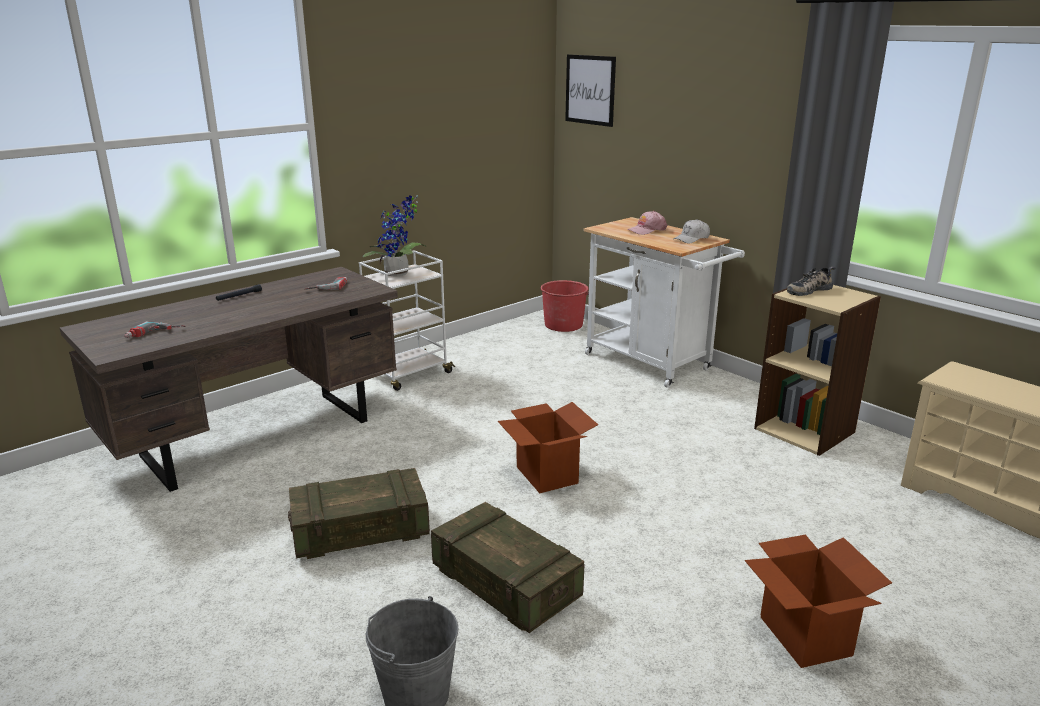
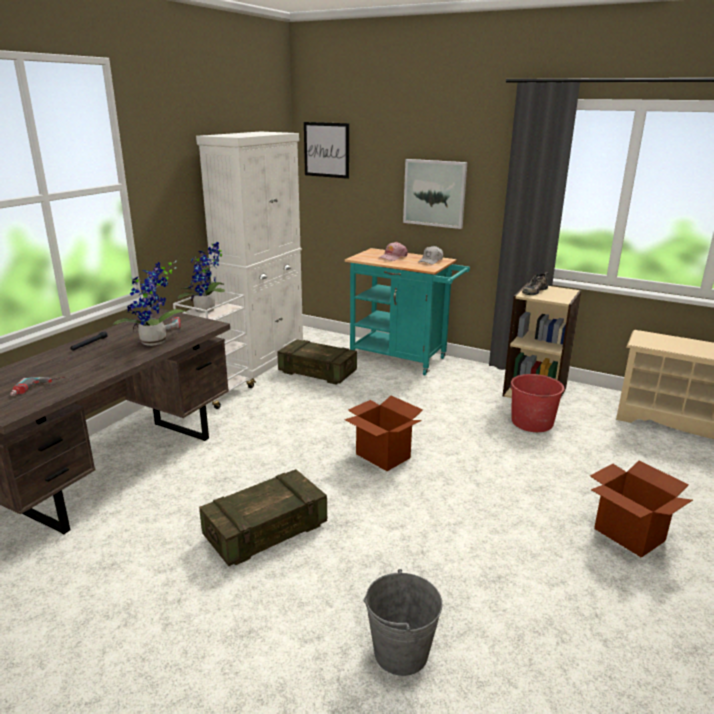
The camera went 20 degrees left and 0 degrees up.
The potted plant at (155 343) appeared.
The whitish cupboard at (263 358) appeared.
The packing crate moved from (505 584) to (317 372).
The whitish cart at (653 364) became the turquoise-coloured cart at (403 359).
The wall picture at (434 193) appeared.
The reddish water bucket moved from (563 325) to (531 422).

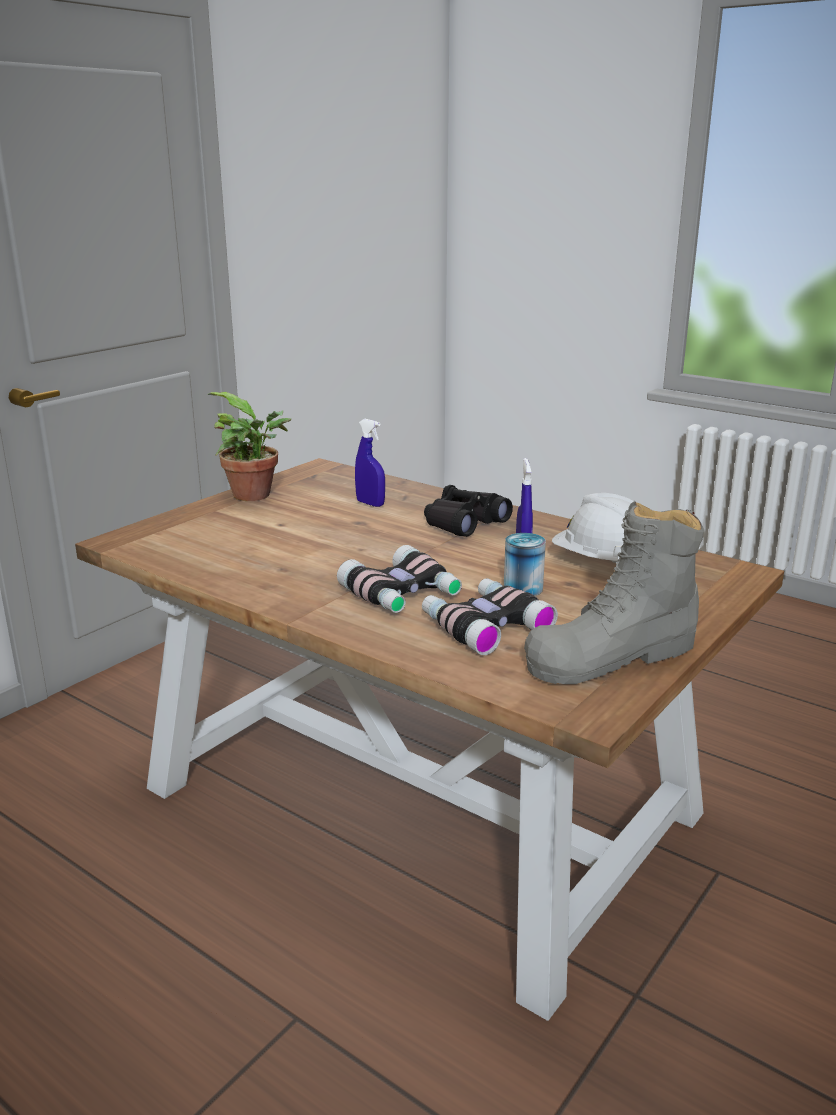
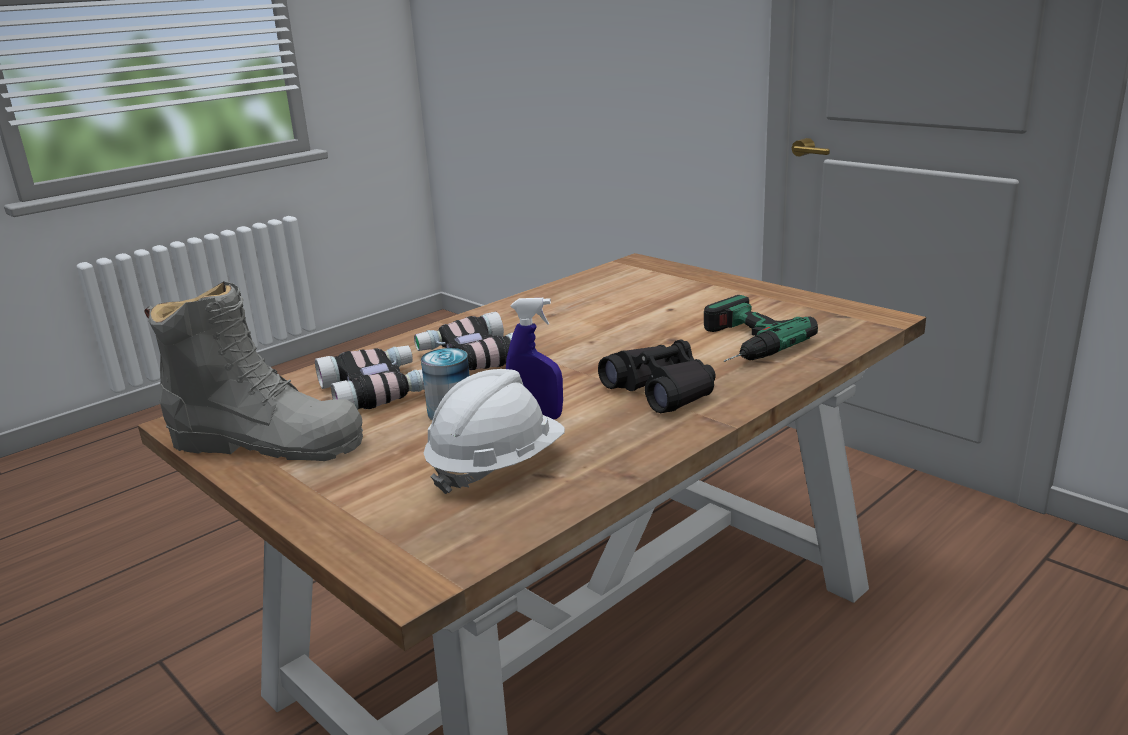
The camera went 100 degrees right and 0 degrees up.
The gray high-top boot at (612 656) turned 120 degrees clockwise.
The bluish hand sprayer at (370 503) was replaced by the power drill at (737 344).
The potted plant at (256 496) disappeared.

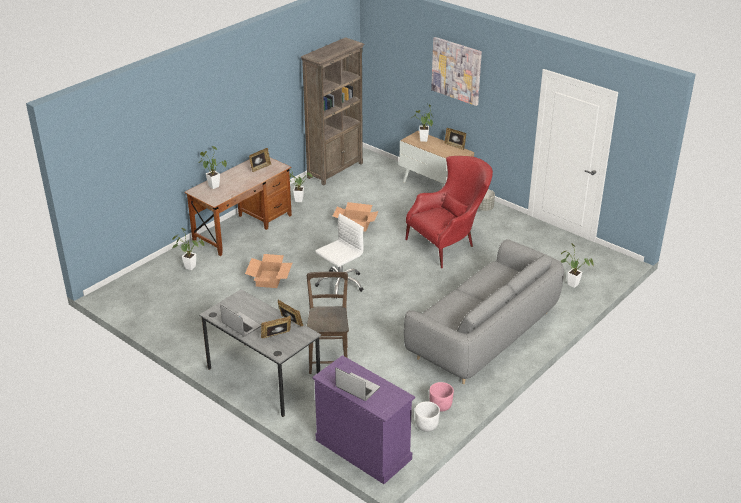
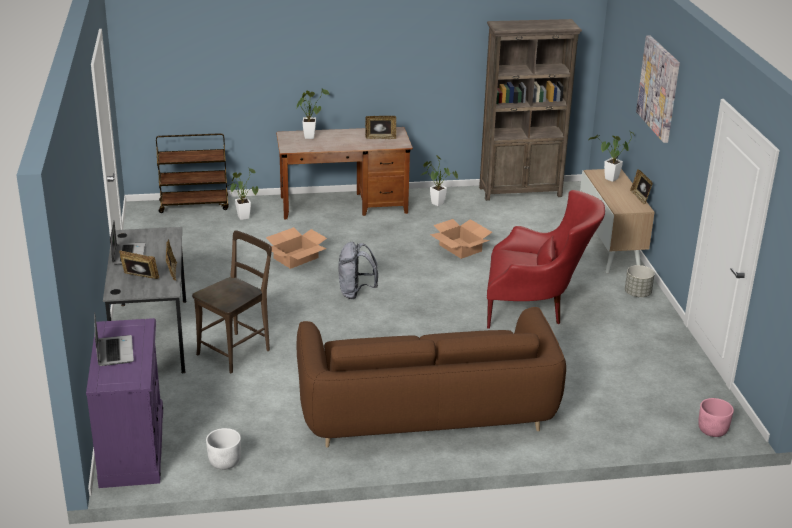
The camera went 40 degrees right and 5 degrees down.
The brown cart at (194 205) appeared.
The gray couch at (484 335) became the brown couch at (426 414).
The whitish desk chair at (340 283) was replaced by the gray backpack at (356 293).
The pink-coloured flower pot moved from (440 406) to (712 430).
The potted plant at (571 283) disappeared.

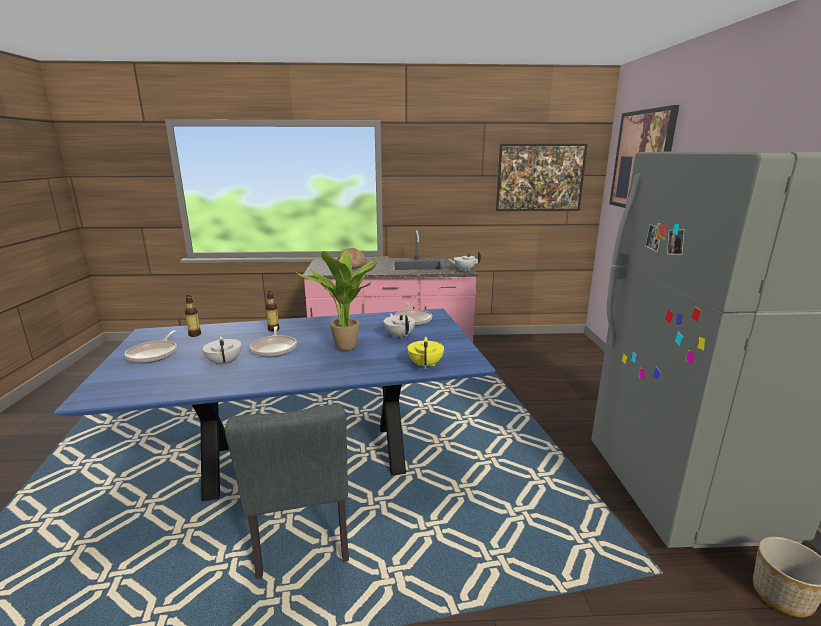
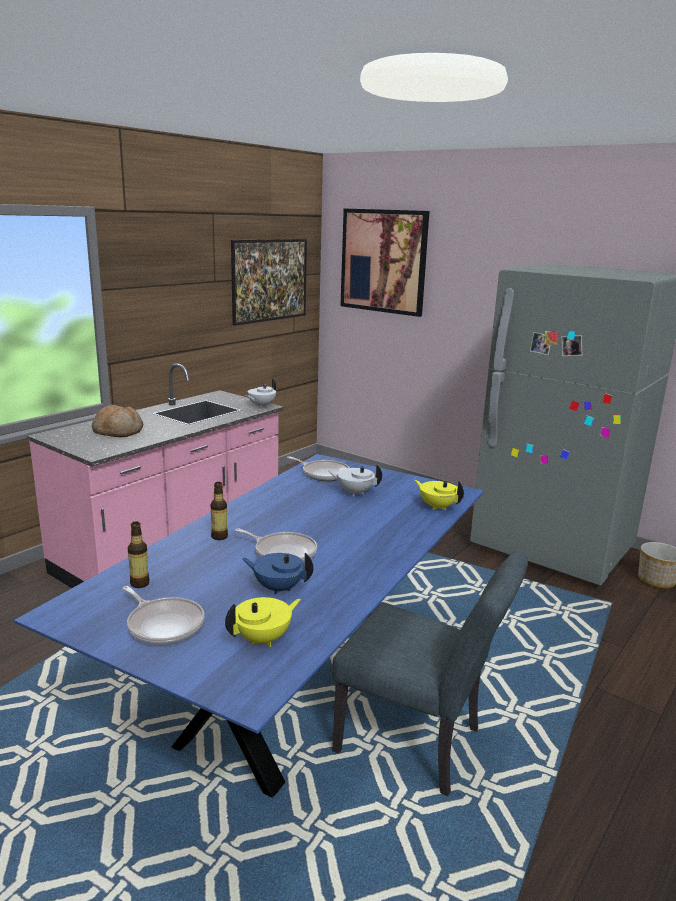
The camera went 50 degrees left and 0 degrees up.
The yellow pot for tea at (263 639) appeared.
The whitish pot for tea at (225 363) became the bluish pot for tea at (278 588).
The potted plant at (349 348) disappeared.

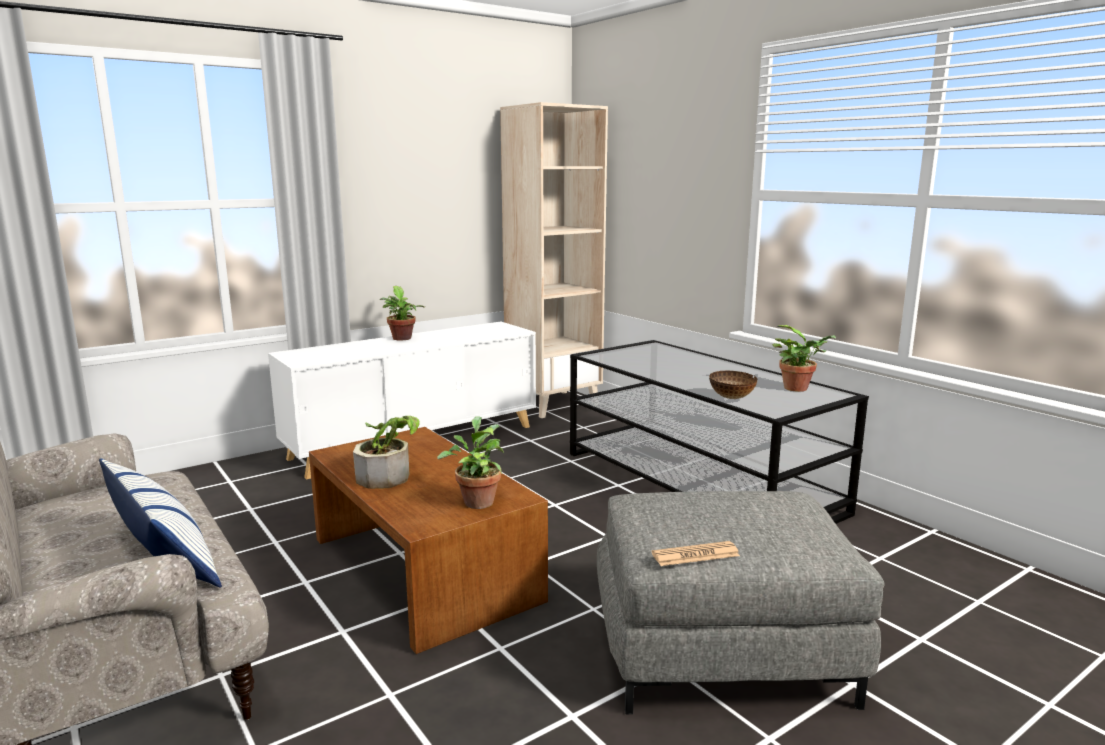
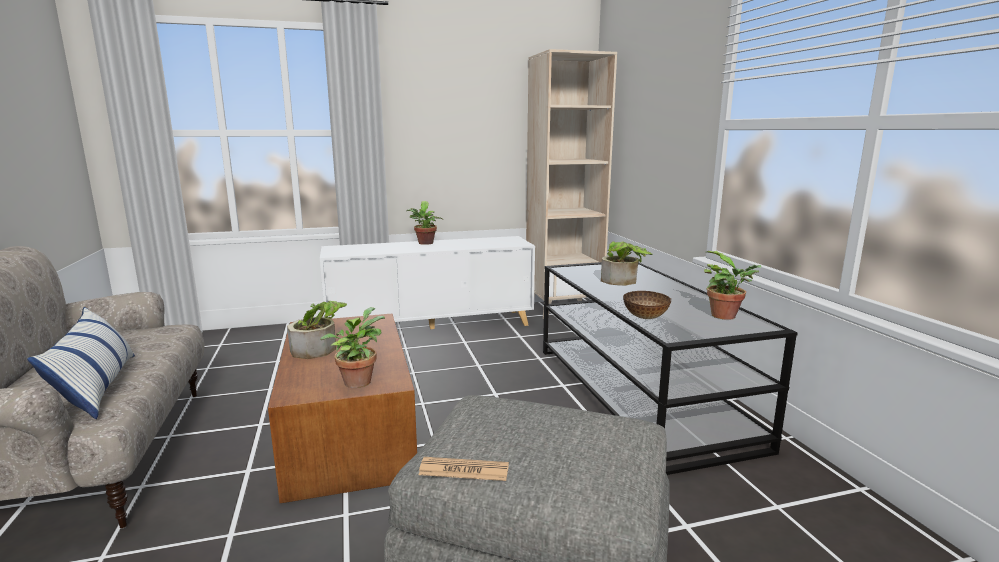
The camera went 20 degrees right and 0 degrees up.
The potted plant at (622 282) appeared.

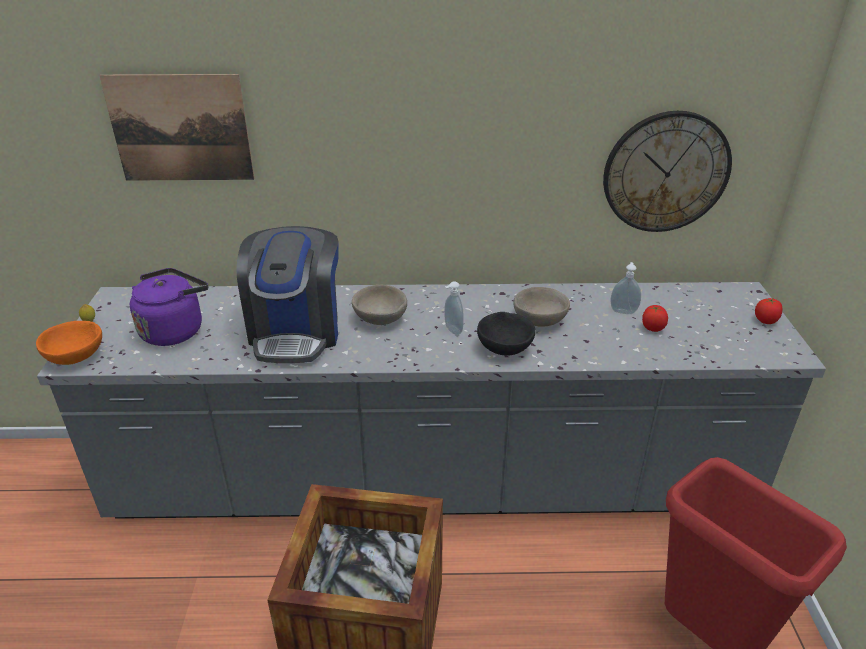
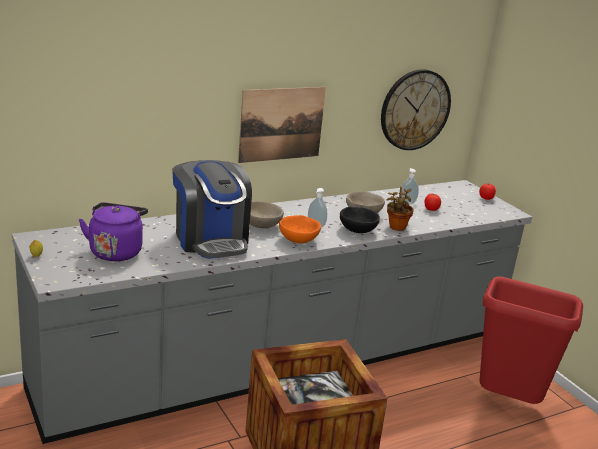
The camera went 30 degrees left and 10 degrees down.
The wall picture moved from (180 128) to (281 124).
The orange-coloured serving bowl moved from (75 357) to (298 240).
The potted plant at (396 228) appeared.

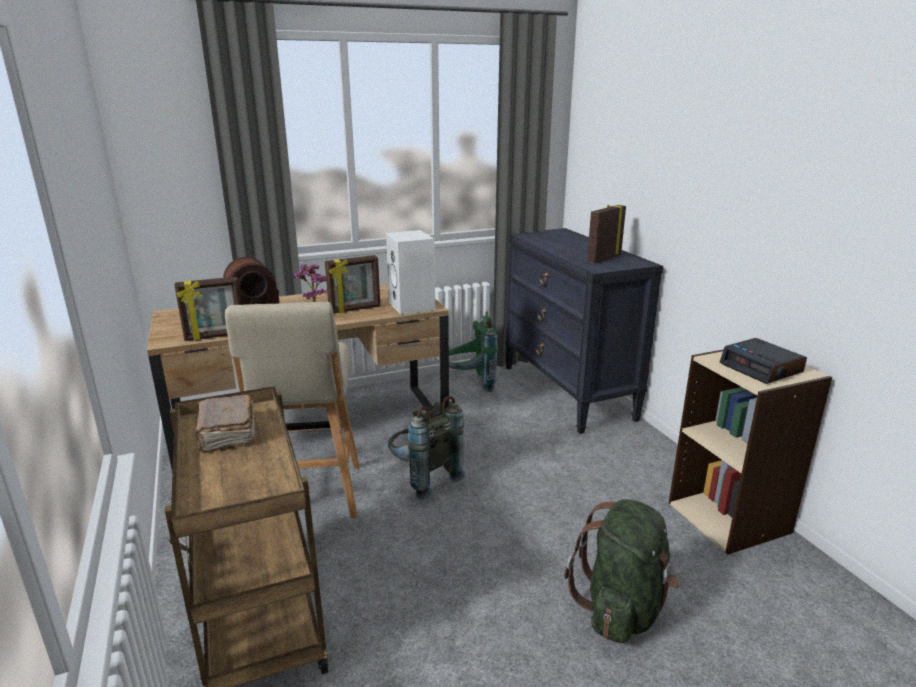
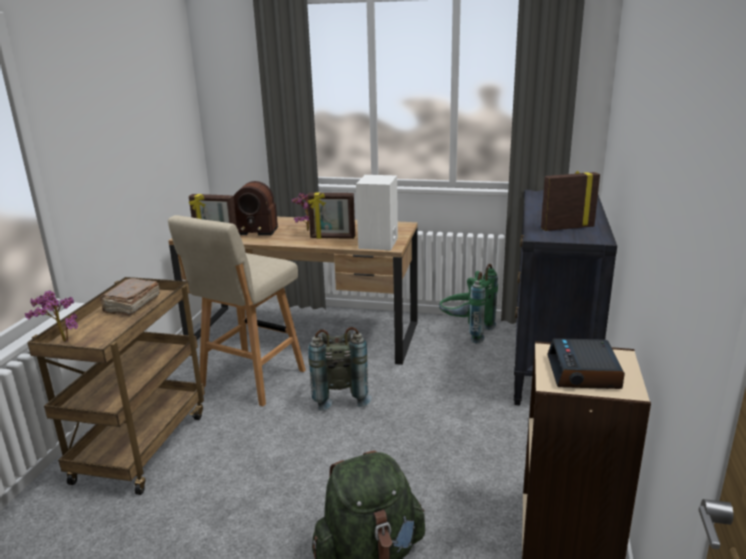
The camera went 35 degrees right and 0 degrees up.
The potted plant at (61 342) appeared.

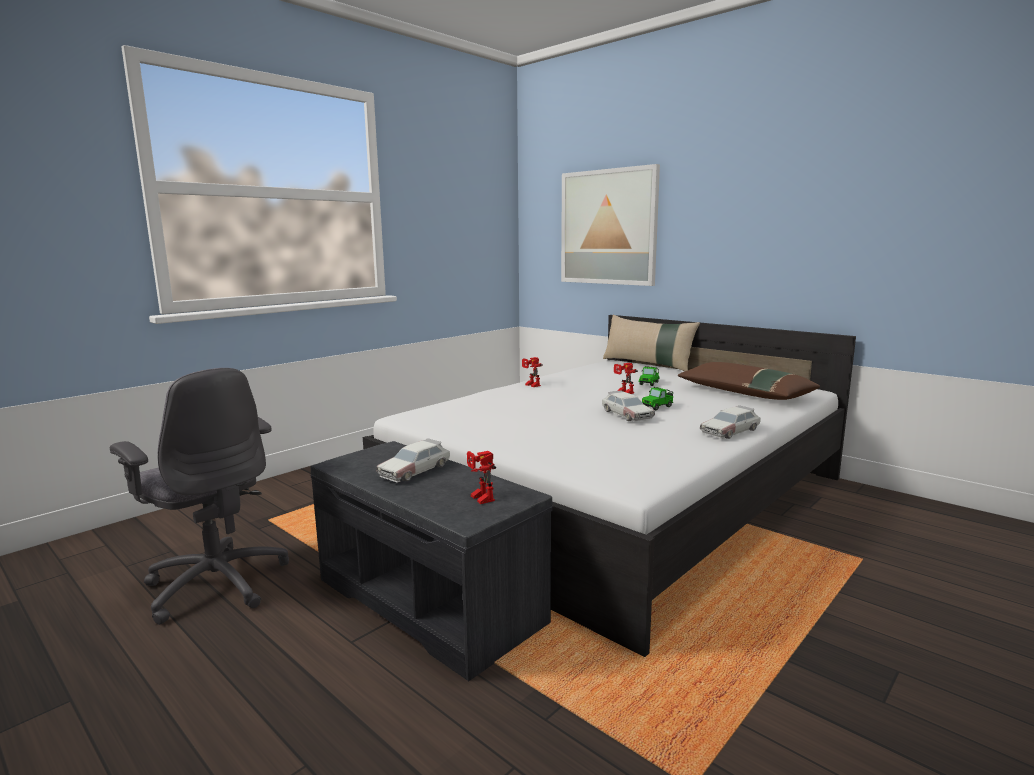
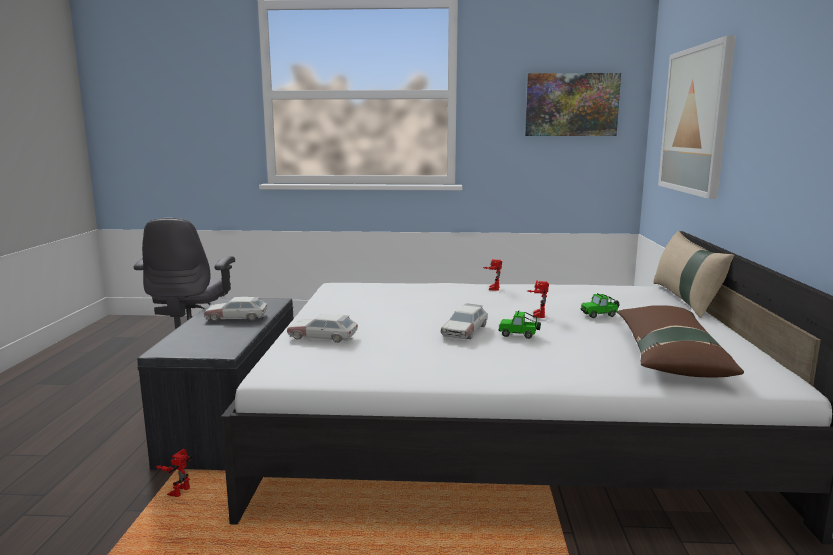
The camera went 50 degrees right and 0 degrees up.
The robot figure moved from (478 498) to (178 491).
The toy car moved from (730 431) to (323 337).
The wall picture at (571 105) appeared.

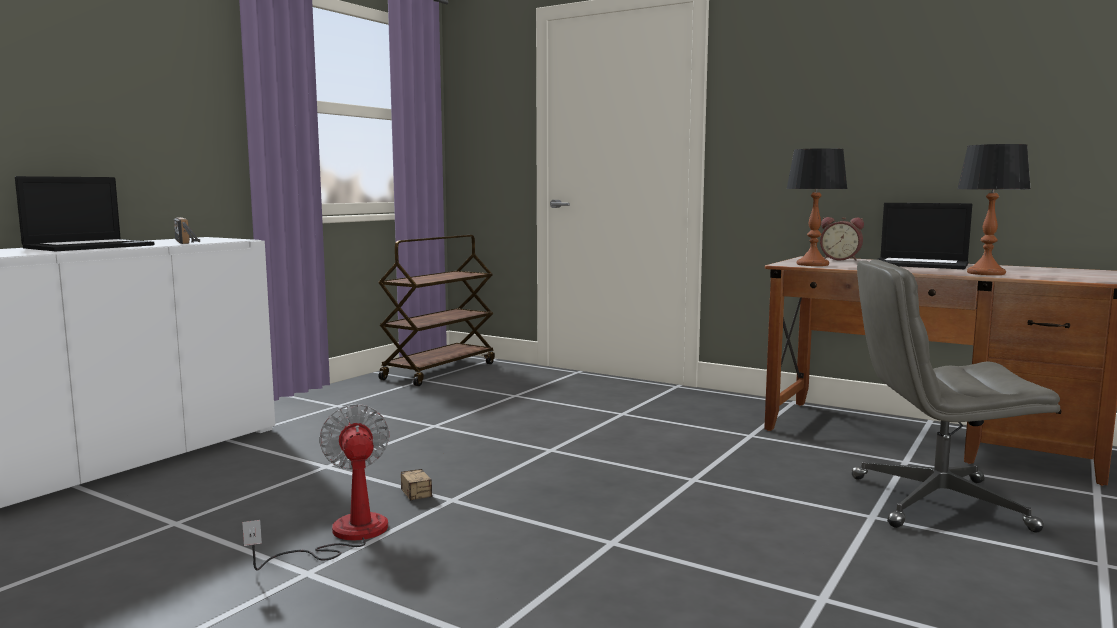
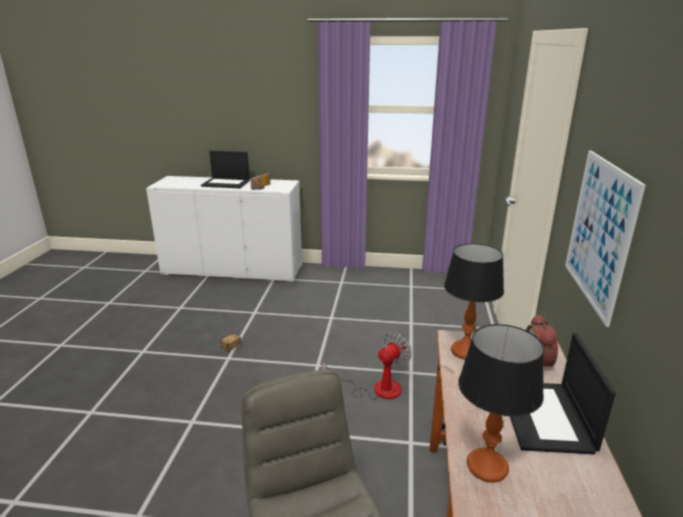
The camera went 65 degrees right and 15 degrees up.
The electric fan moved from (343 536) to (376 389).
The wall picture at (599 232) appeared.
The brown cart at (439 371) disappeared.

